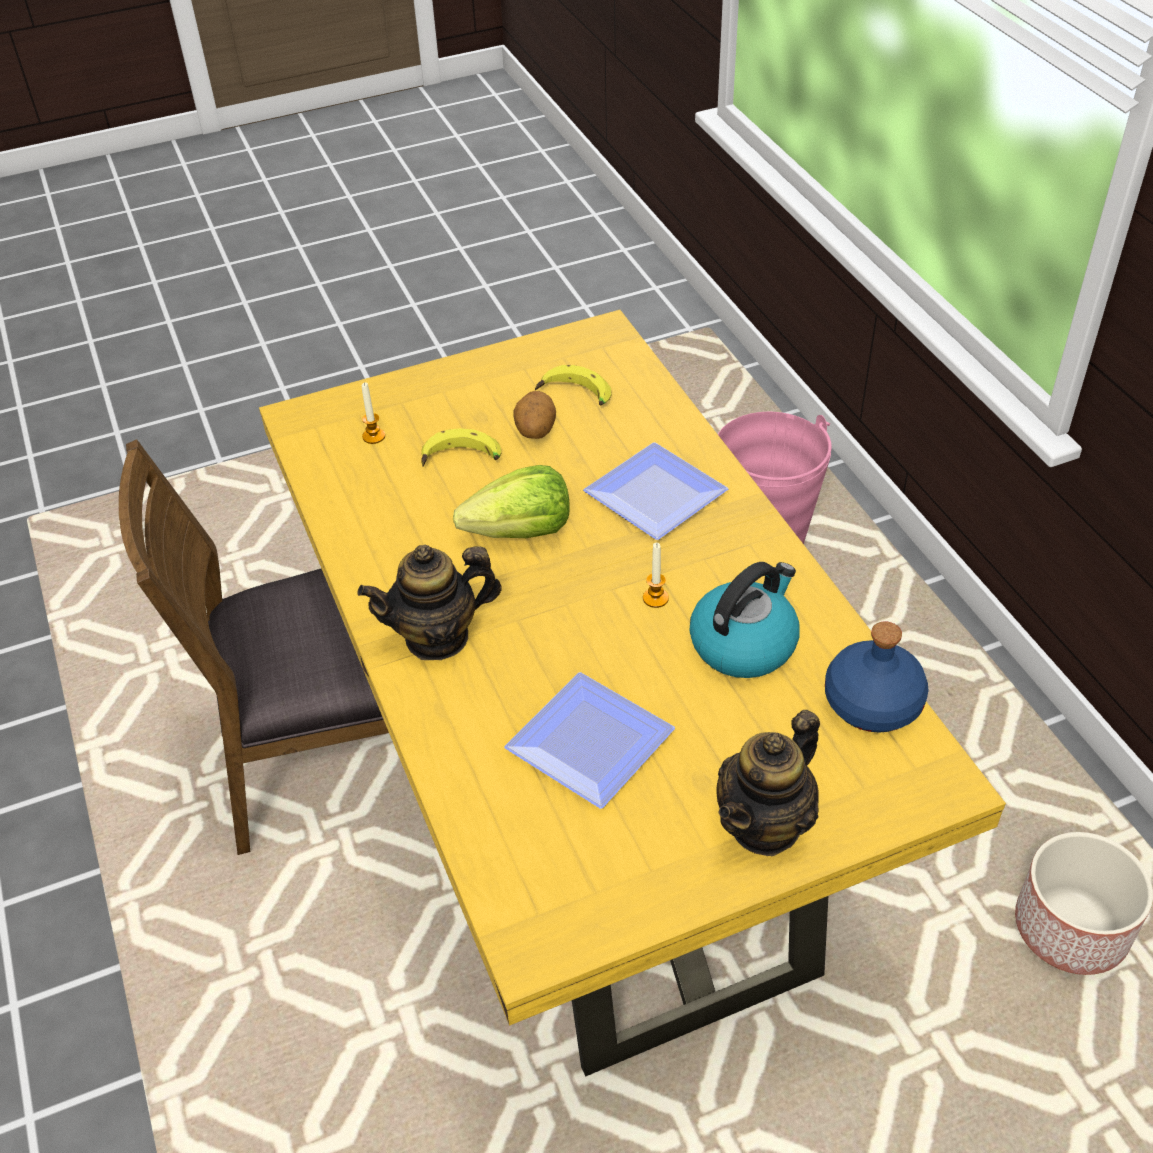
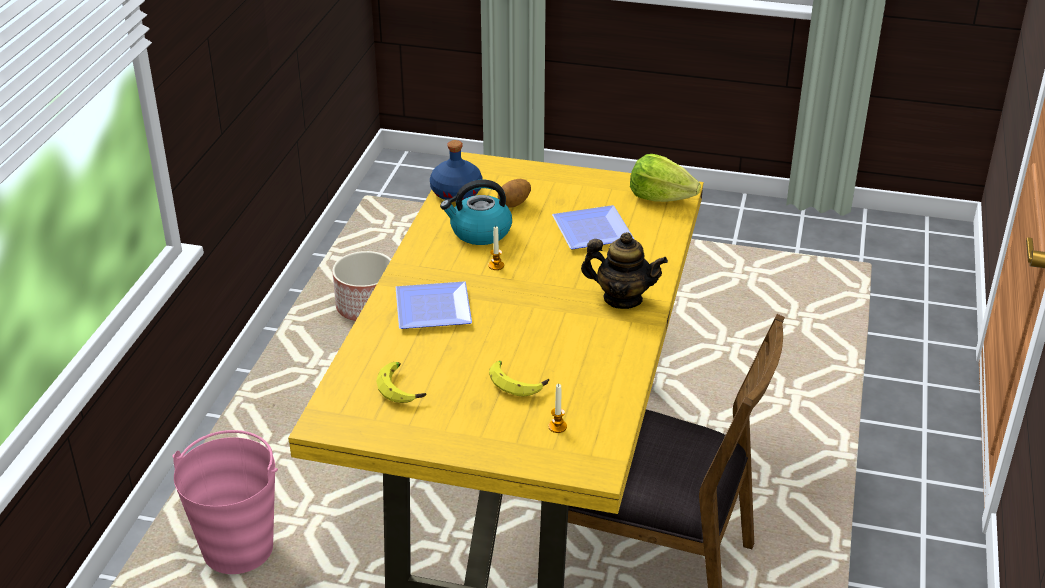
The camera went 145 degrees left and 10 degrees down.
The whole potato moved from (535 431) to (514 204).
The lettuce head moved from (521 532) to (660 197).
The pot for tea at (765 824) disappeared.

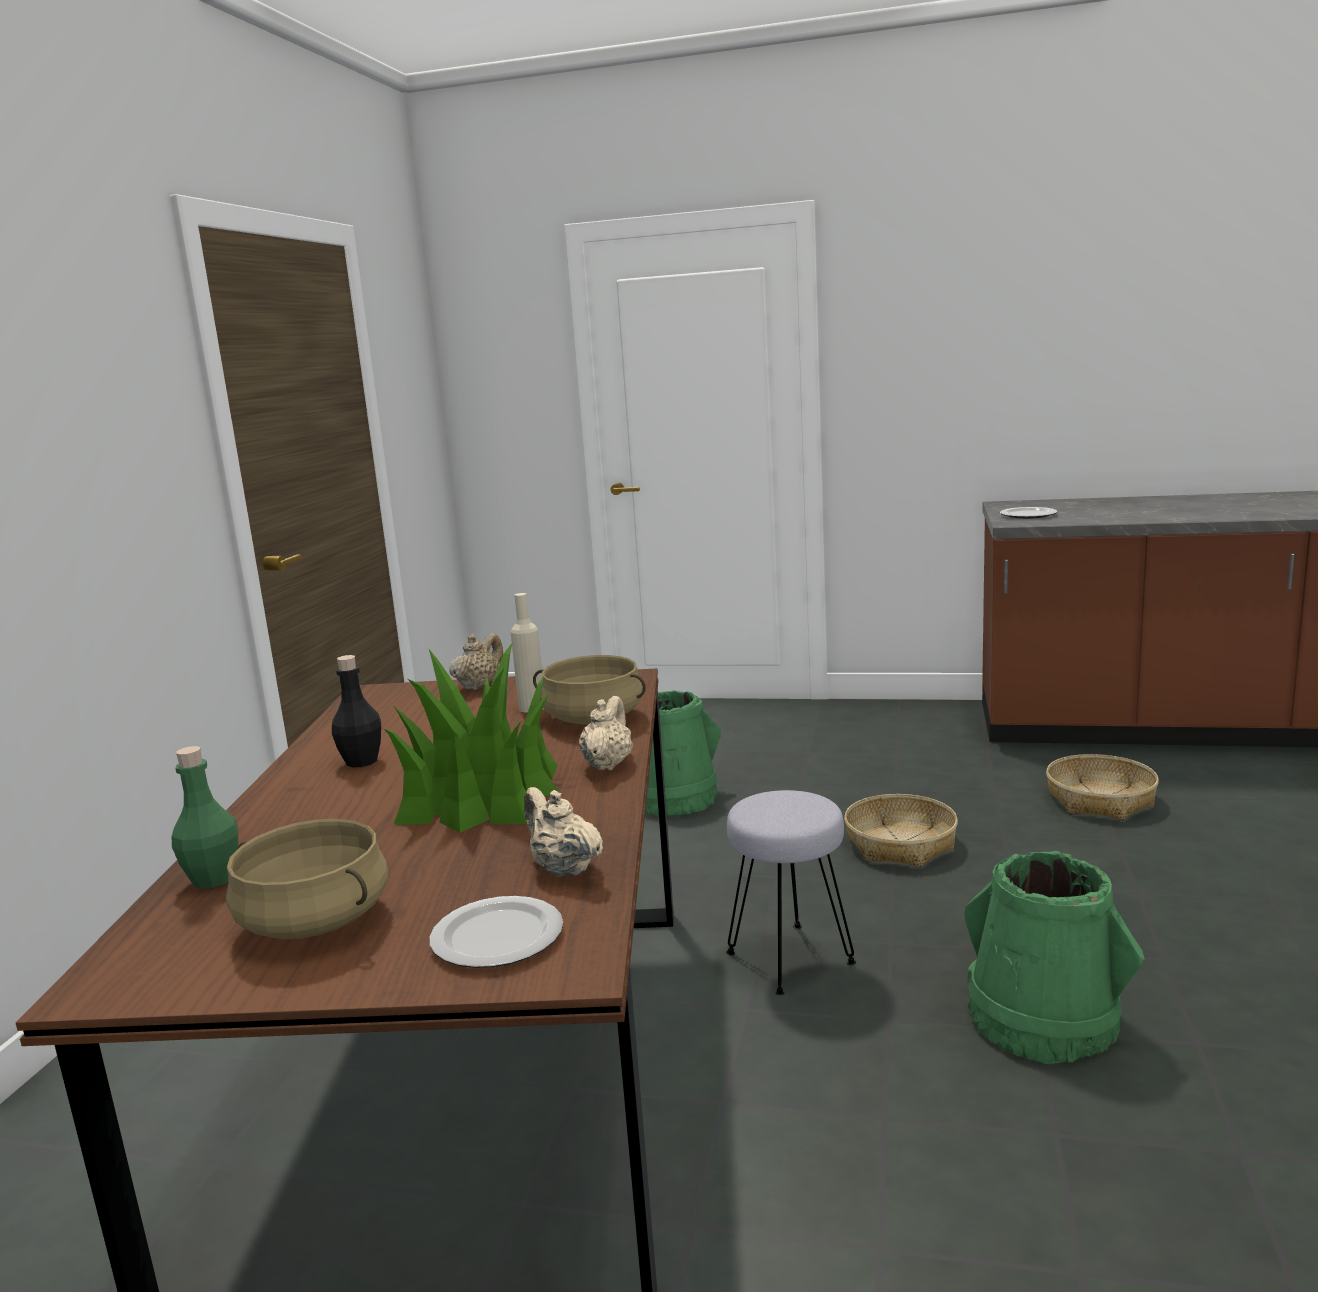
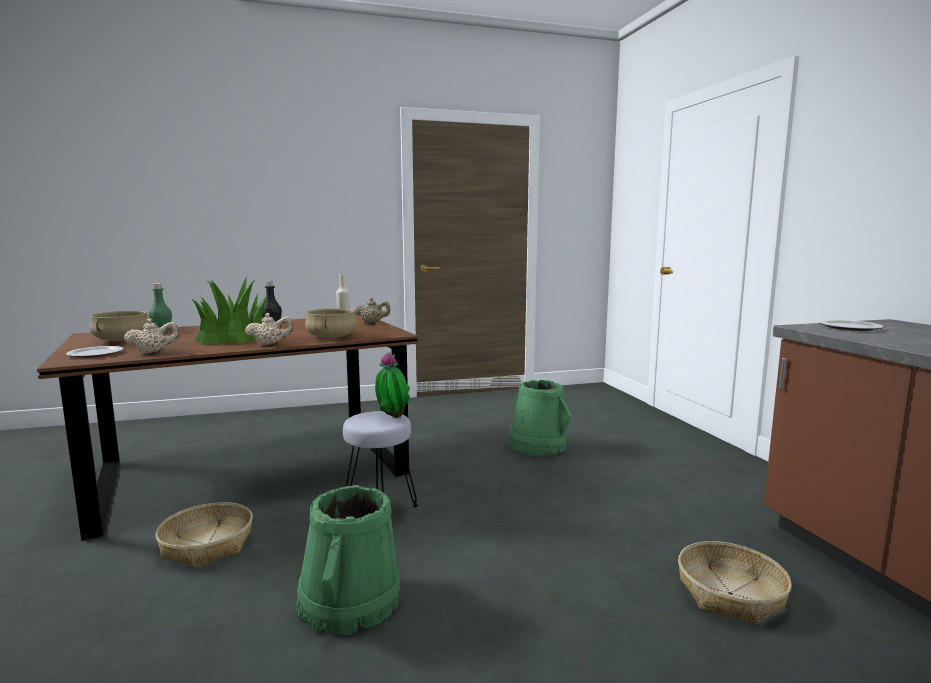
The camera went 60 degrees right and 5 degrees down.
The beige pot for tea at (563 868) turned 45 degrees clockwise.
The household basket moved from (900 844) to (207 545).
The potted plant at (392 418) appeared.

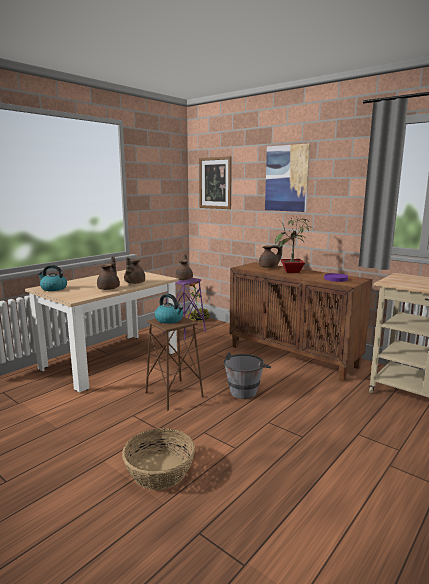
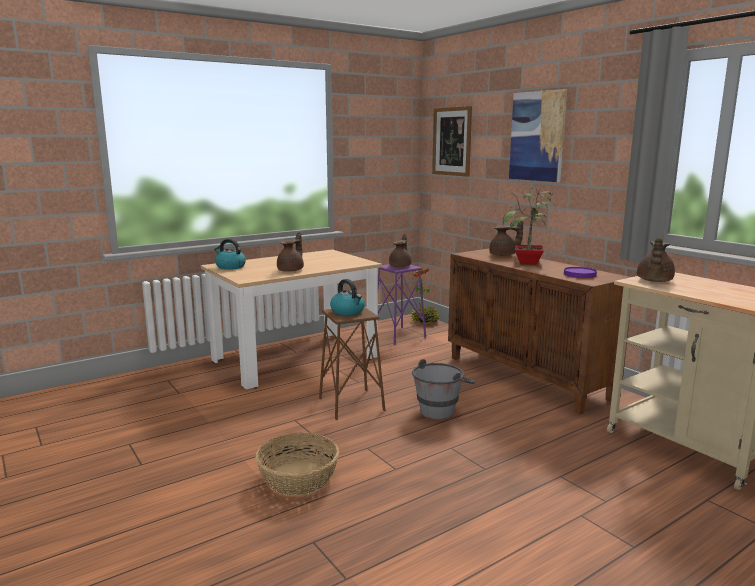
The camera went 15 degrees right and 0 degrees up.
The brown pot for tea moved from (134 283) to (653 281).

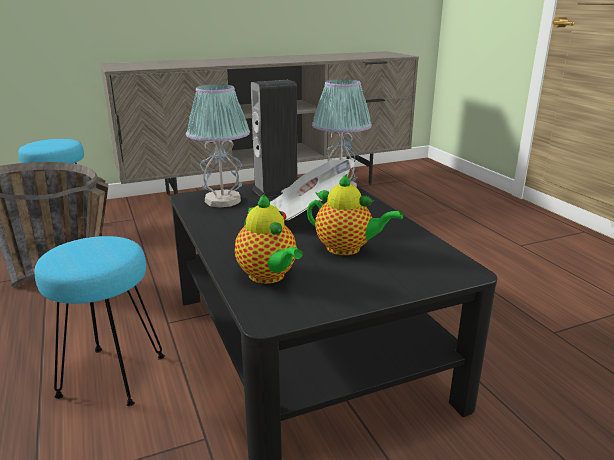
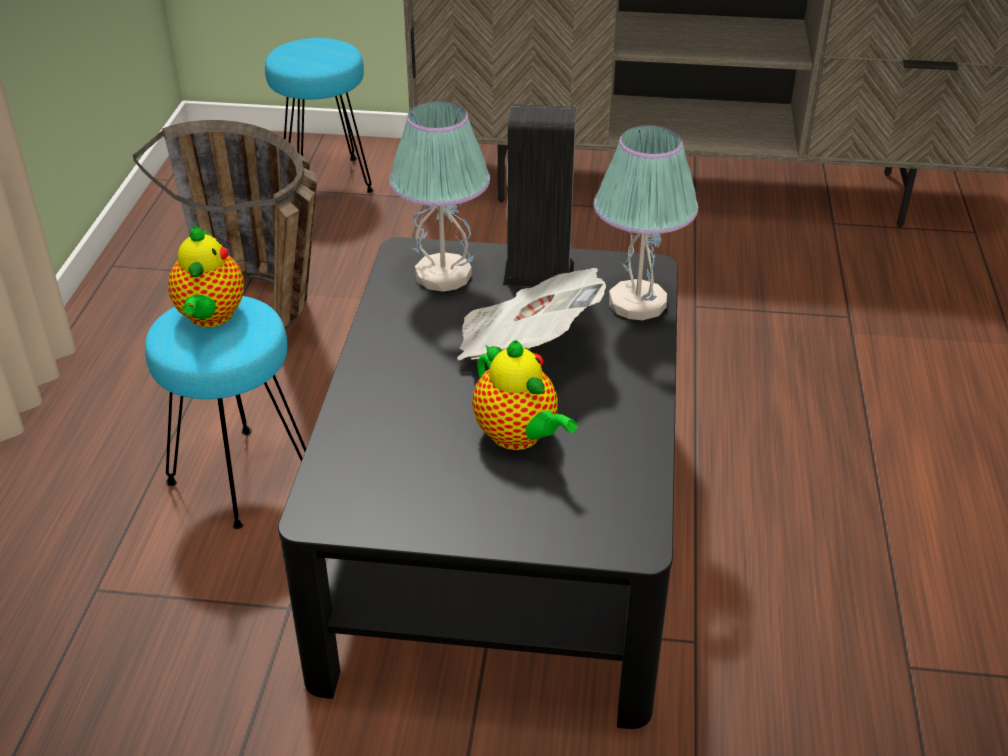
The camera went 30 degrees right and 15 degrees up.
The pot for tea moved from (268 276) to (210 317).

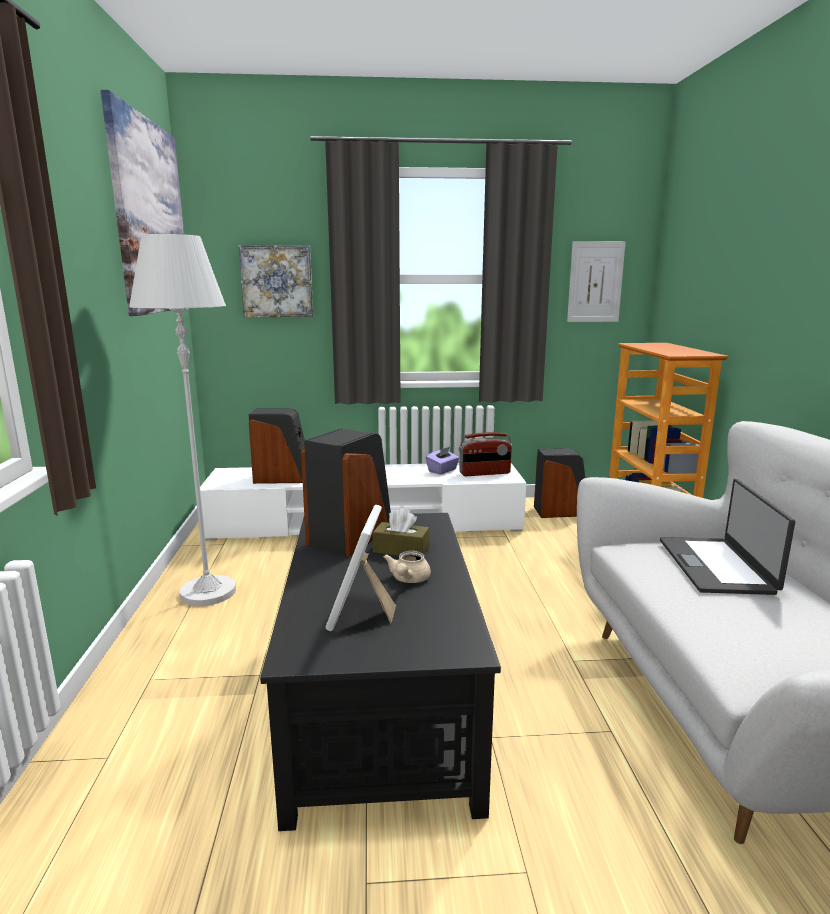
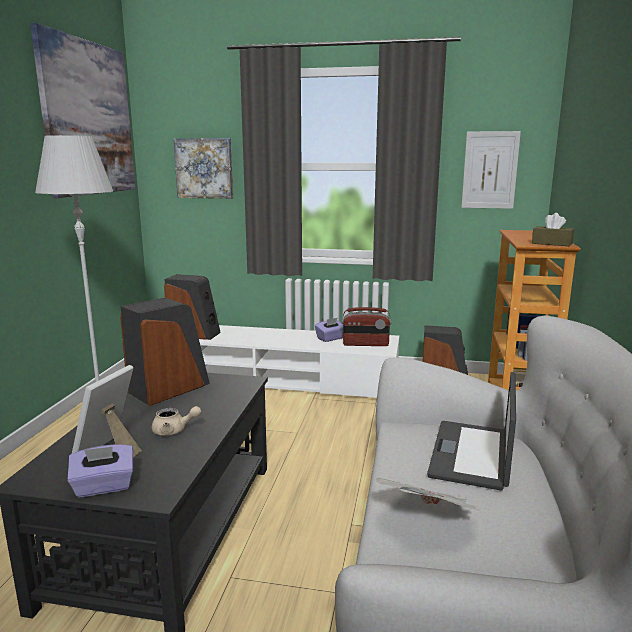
The camera went 15 degrees right and 0 degrees up.
The purple tissue holder at (104 487) appeared.
The beige pot for tea at (408 579) turned 120 degrees counterclockwise.
The daily paper at (429 518) appeared.
The brown tissue holder moved from (401 550) to (552 243).

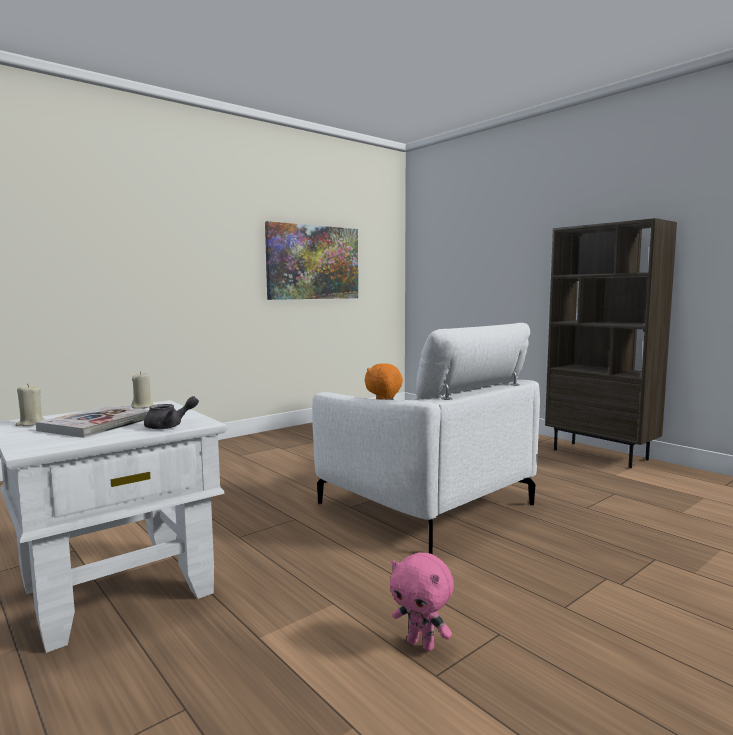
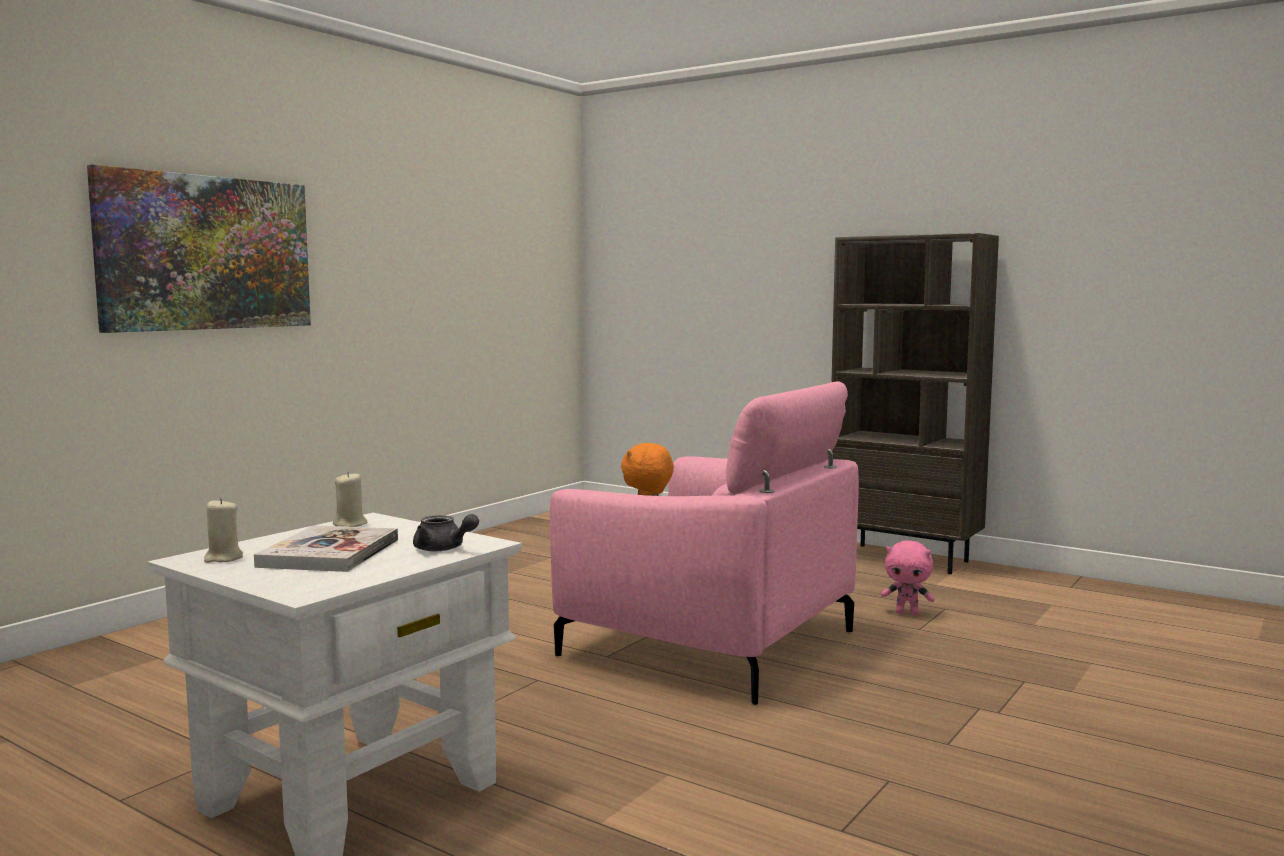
The camera went 15 degrees left and 0 degrees up.
The wall picture moved from (313 262) to (207 253).
The gray pot for tea at (169 426) turned 75 degrees clockwise.
The whitish lounge chair at (424 503) became the pink-coloured lounge chair at (706 643).
The pink-coloured cuddly toy moved from (421 644) to (907 613).

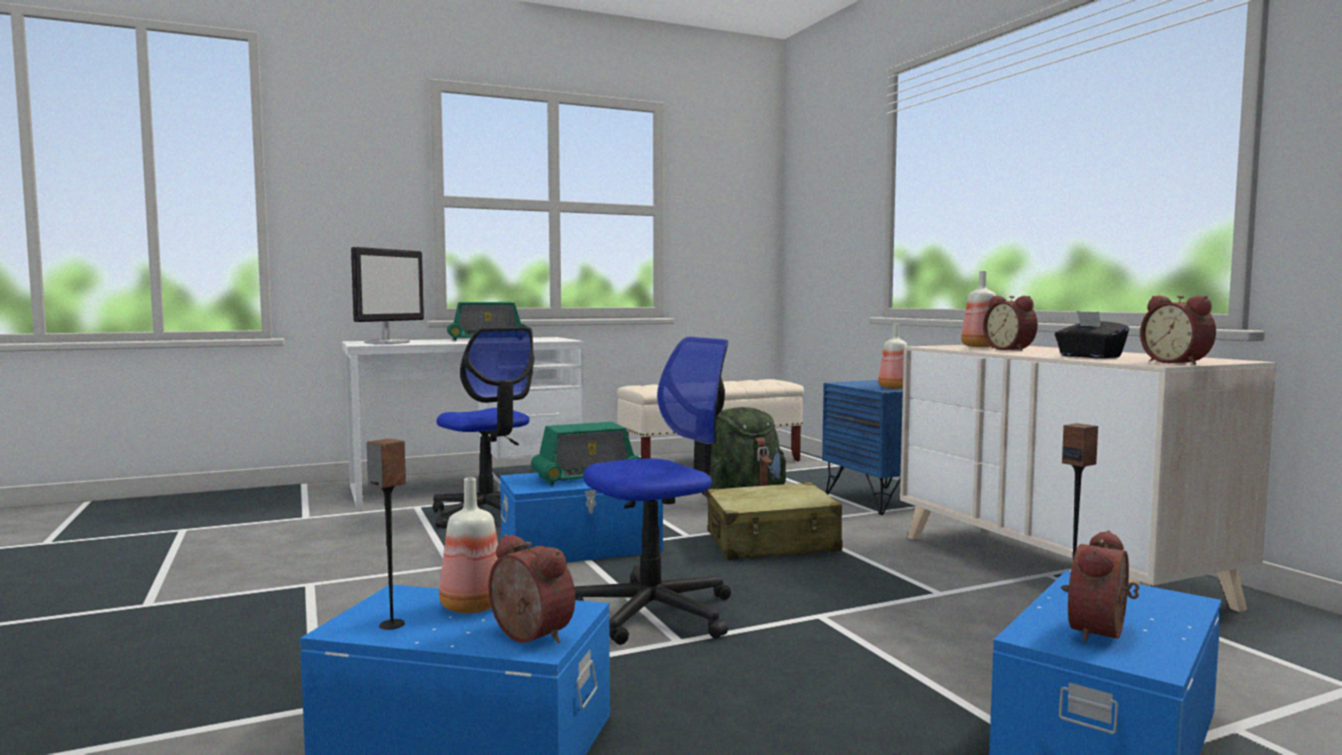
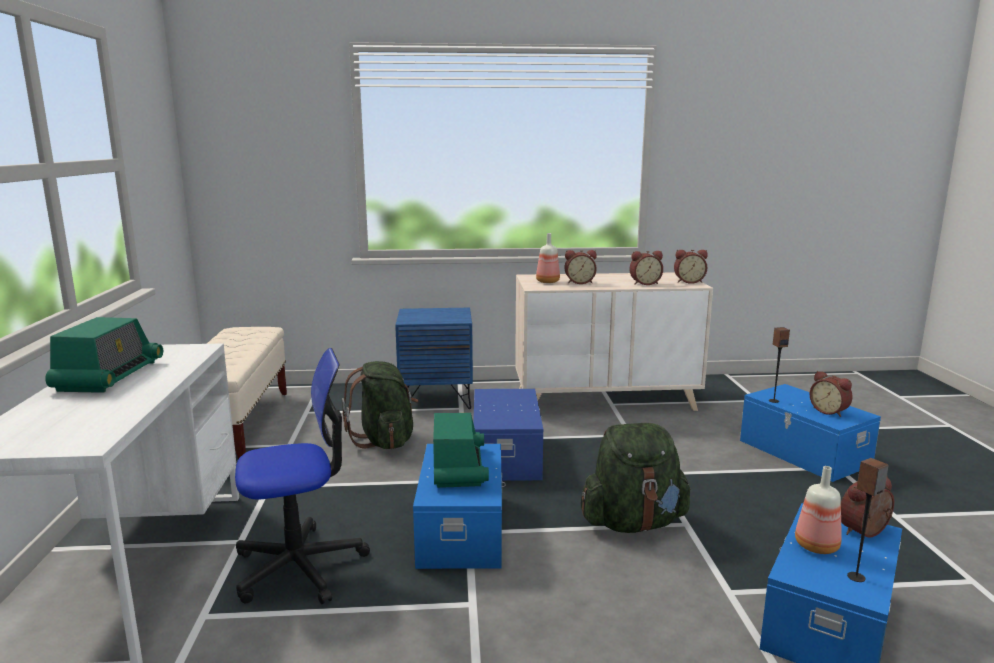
The camera went 70 degrees left and 10 degrees up.
The beige travel case at (772 543) was replaced by the bluish storage container at (507 455).
The desk chair at (655 612) was replaced by the green-coloured backpack at (633 523).
The black-coloured tissue holder at (1089 357) was replaced by the alarm clock at (644 283).
The monitor at (387 343) disappeared.
The drink bottle at (893 388) disappeared.

